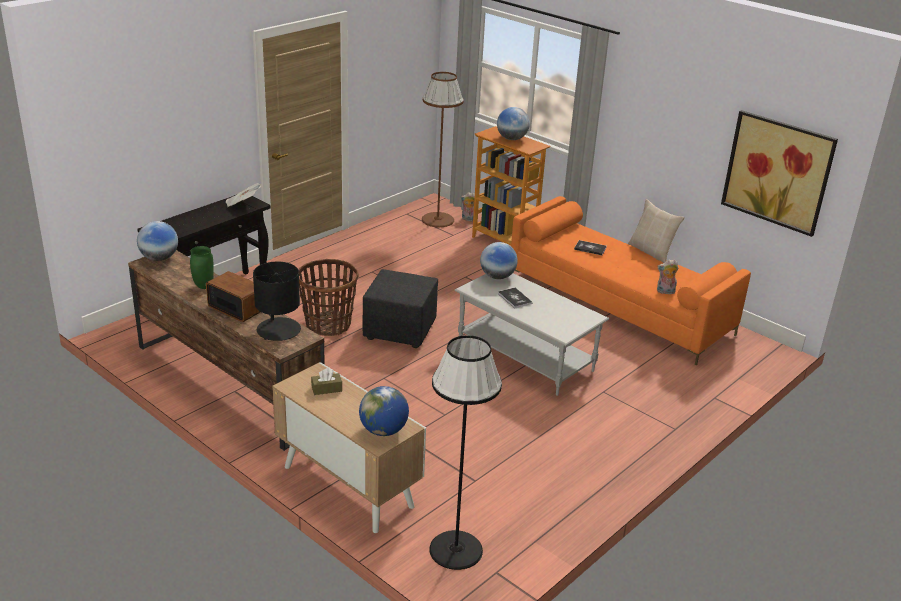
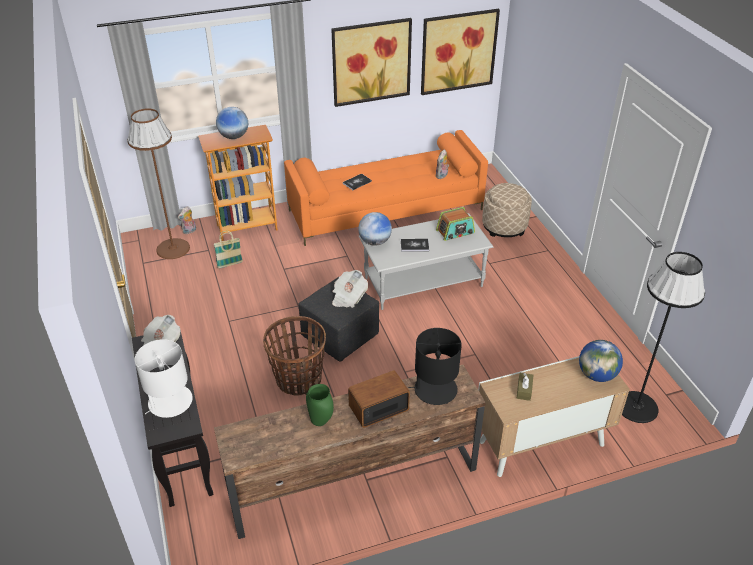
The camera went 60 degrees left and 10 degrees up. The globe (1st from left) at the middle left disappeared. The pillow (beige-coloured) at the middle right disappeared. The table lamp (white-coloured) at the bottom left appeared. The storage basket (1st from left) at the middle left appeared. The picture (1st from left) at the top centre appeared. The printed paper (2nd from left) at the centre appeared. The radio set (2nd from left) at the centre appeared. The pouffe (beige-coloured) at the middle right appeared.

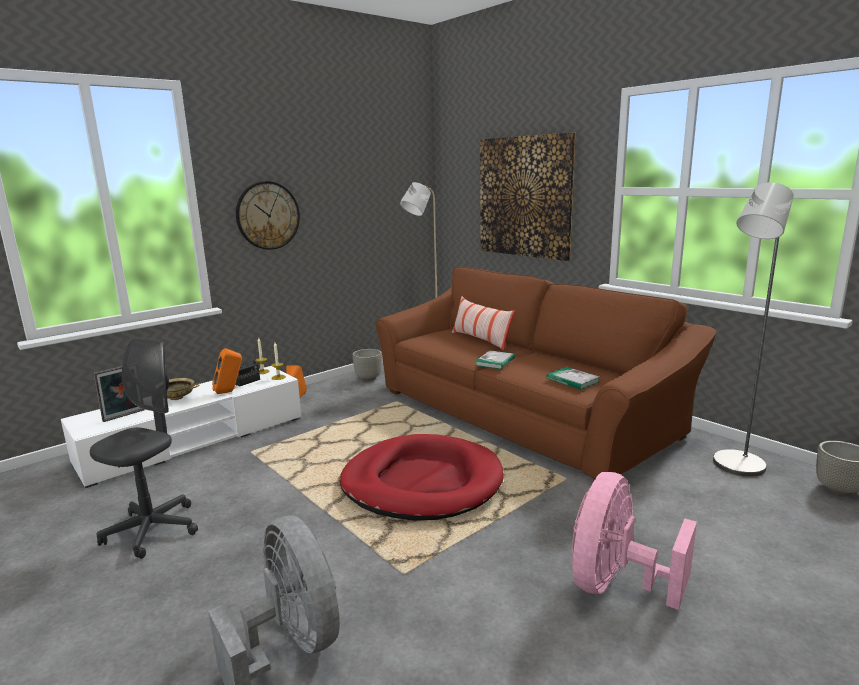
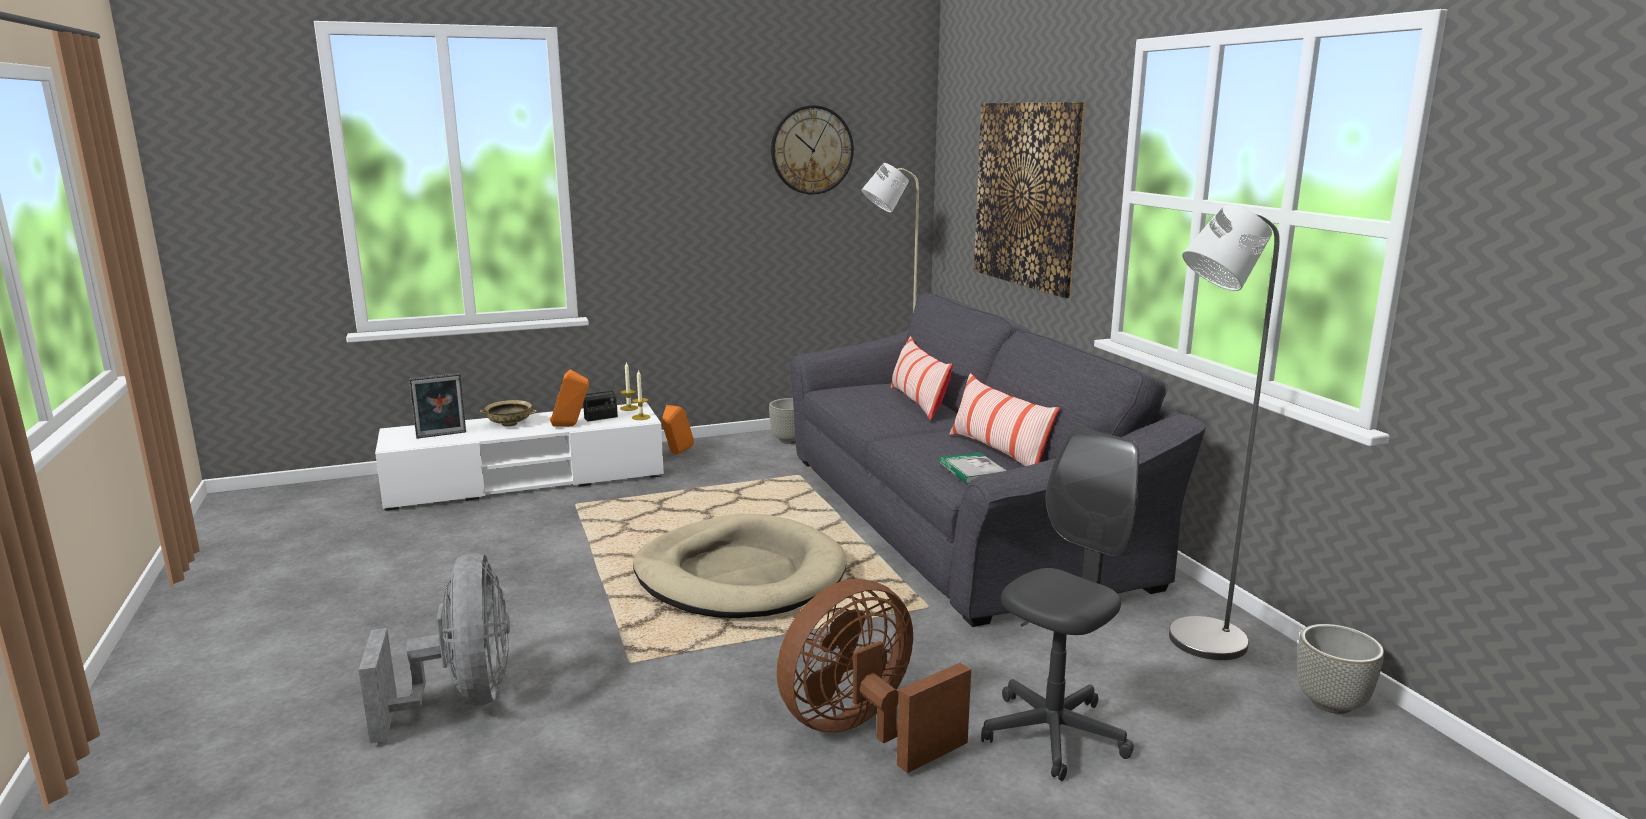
The camera went 20 degrees right and 0 degrees up. The bound book (1st from left) at the centre disappeared. The pillow (2nd from left) at the centre appeared. The desk chair (grey) moved from the middle left to the bottom centre. The hanging clock moved from the top left to the top centre. The pet bed (reddish) at the bottom centre became the pet bed (beige-coloured) at the bottom centre. The settee (brown-coloured) at the centre became the settee (grey) at the centre. The fan (pink) at the bottom right became the fan (brown-coloured) at the bottom centre.

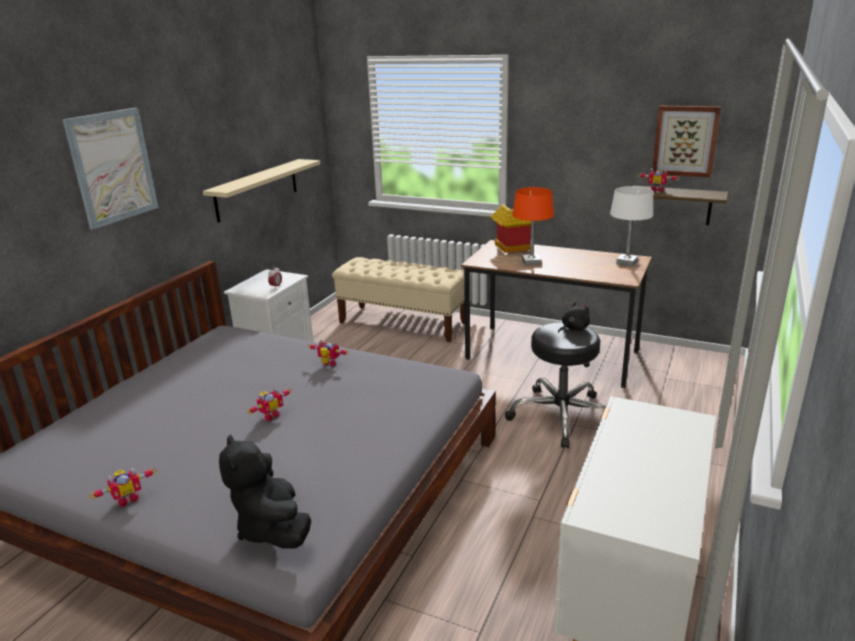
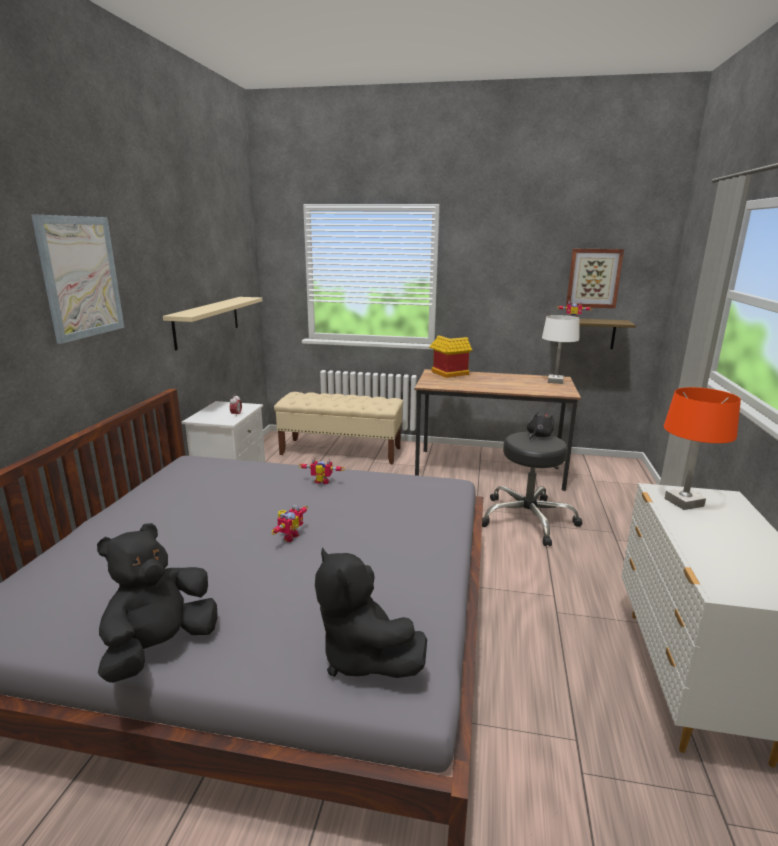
The camera went 15 degrees left and 5 degrees down. The table lamp (orange-coloured) moved from the centre to the middle right. The robot figure (1st from left) at the bottom left was replaced by the cuddly toy (black) (1st from left) at the bottom left.

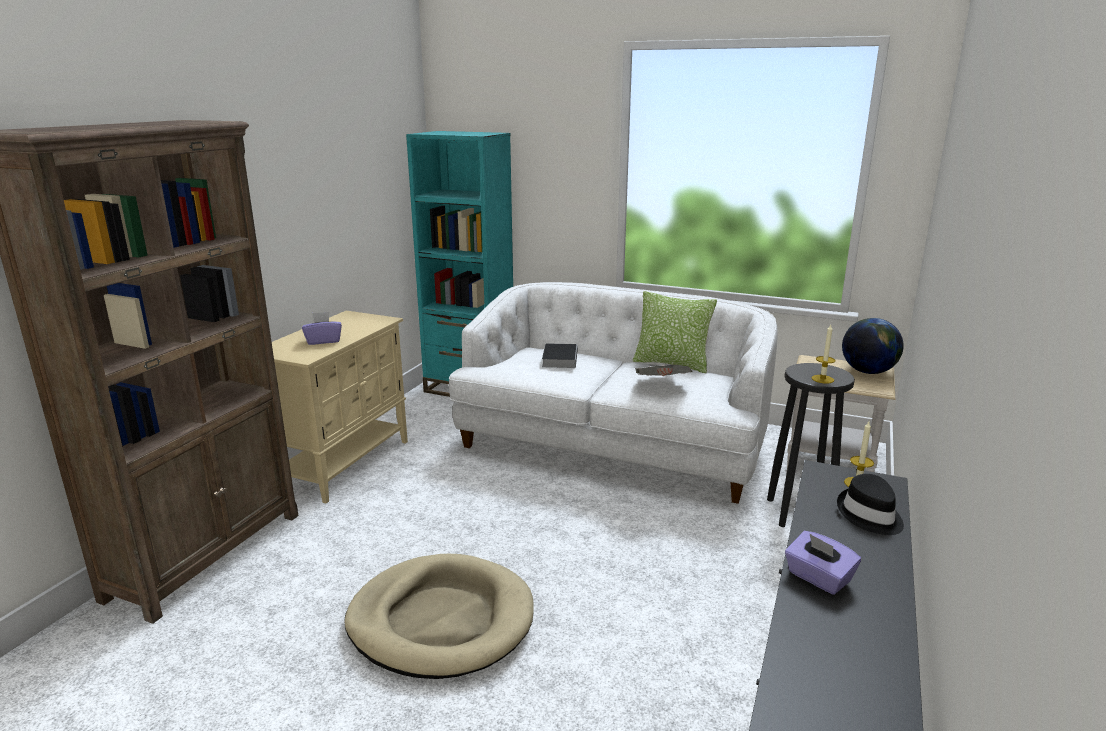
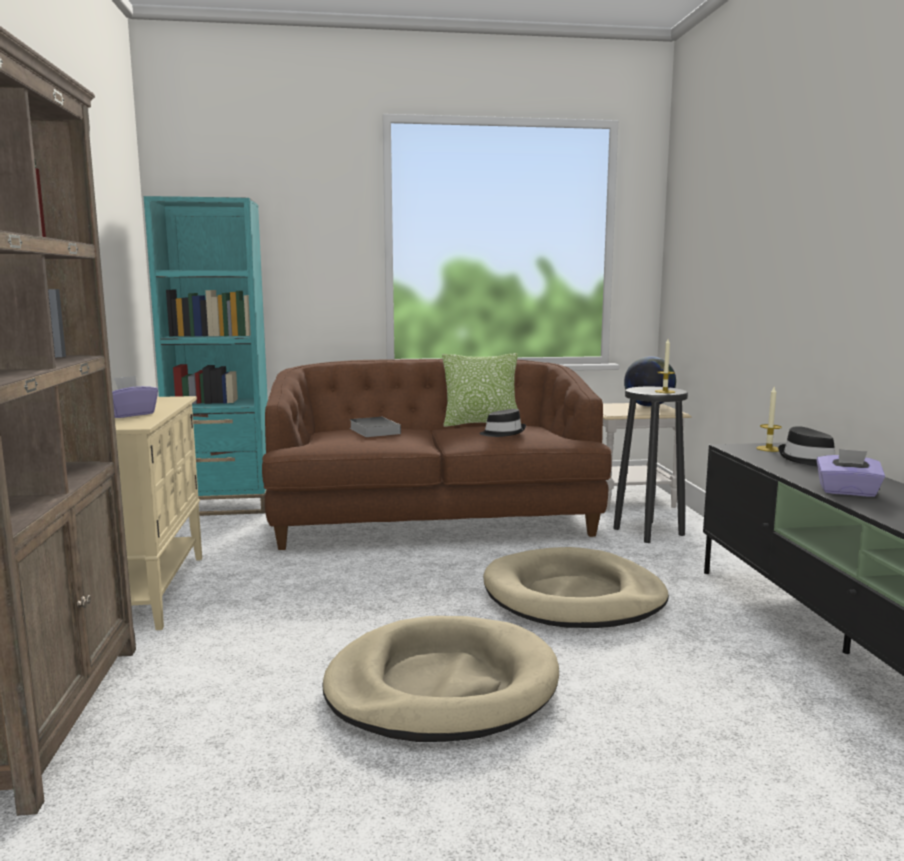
The camera went 30 degrees left and 10 degrees down. The pet bed (beige-coloured) (2nd from left) at the bottom centre appeared. The printed paper at the centre was replaced by the clothing hat (black) (1st from left) at the centre. The settee (white-coloured) at the centre became the settee (brown-coloured) at the centre.

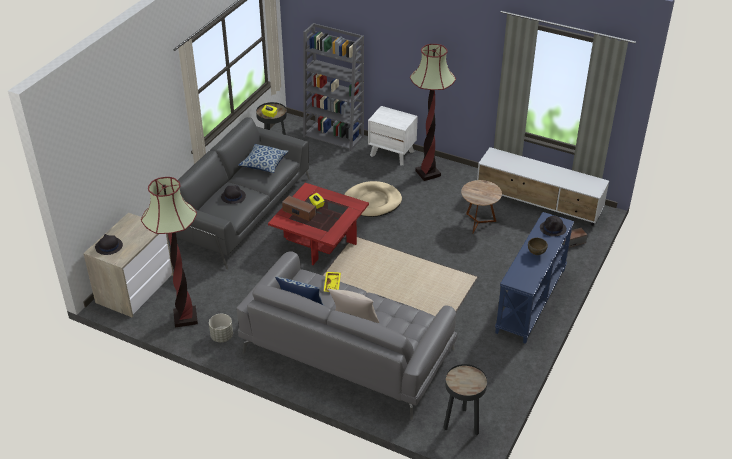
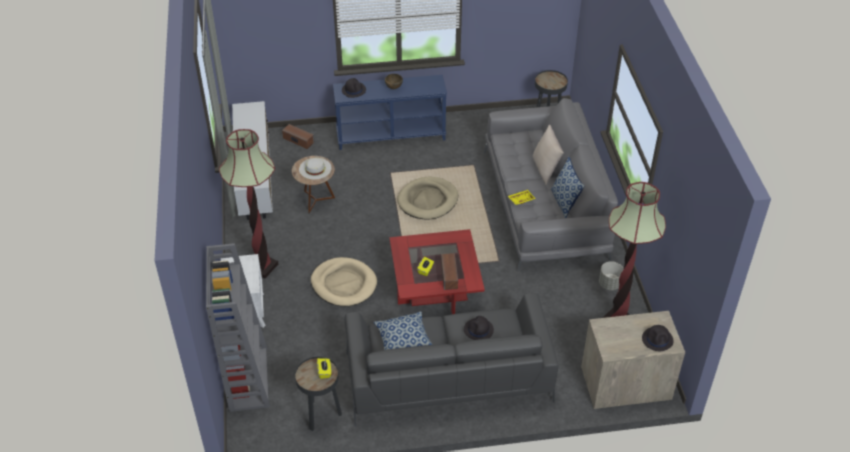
The camera went 125 degrees left and 5 degrees up. The clothing hat (white-coloured) at the centre appeared. The pet bed (beige-coloured) (2nd from left) at the centre appeared.

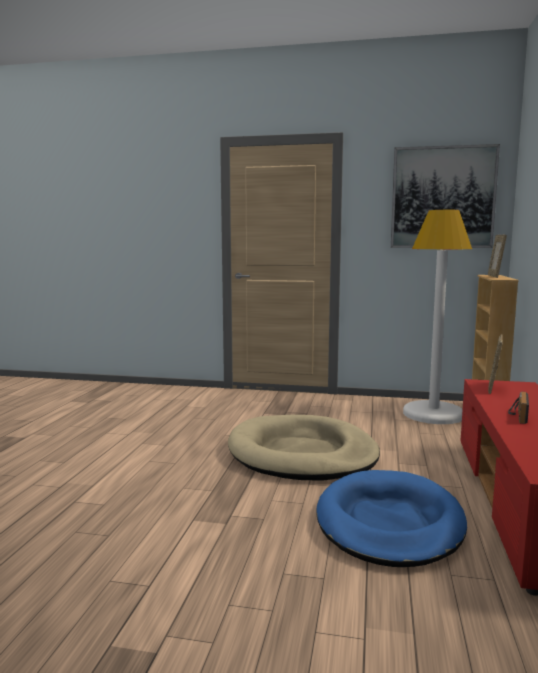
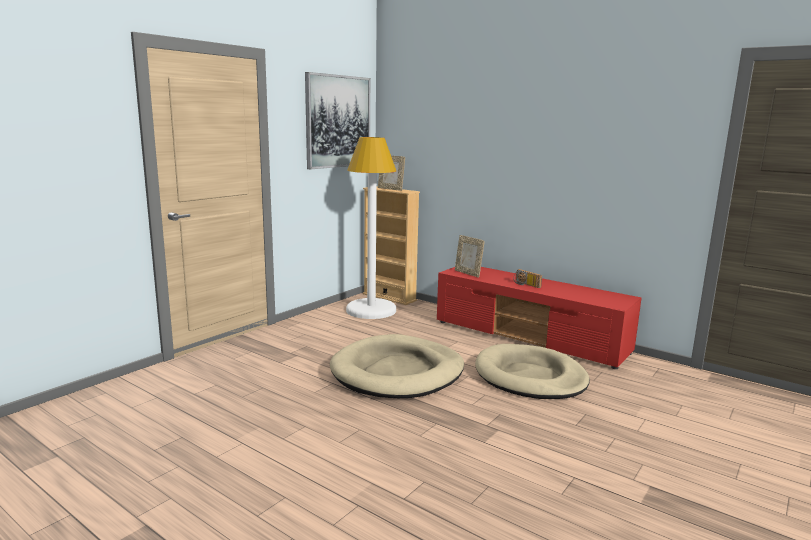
The camera went 65 degrees left and 5 degrees up. The pet bed (blue-coloured) at the bottom right became the pet bed (beige-coloured) (2nd from left) at the bottom centre.

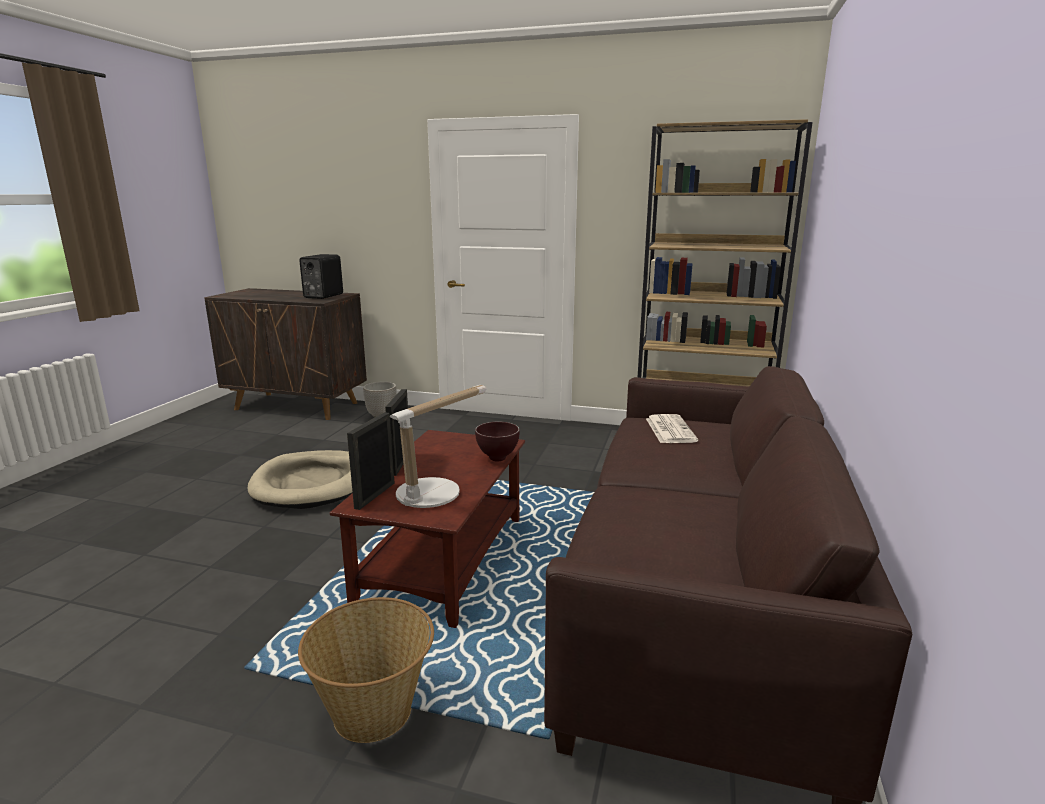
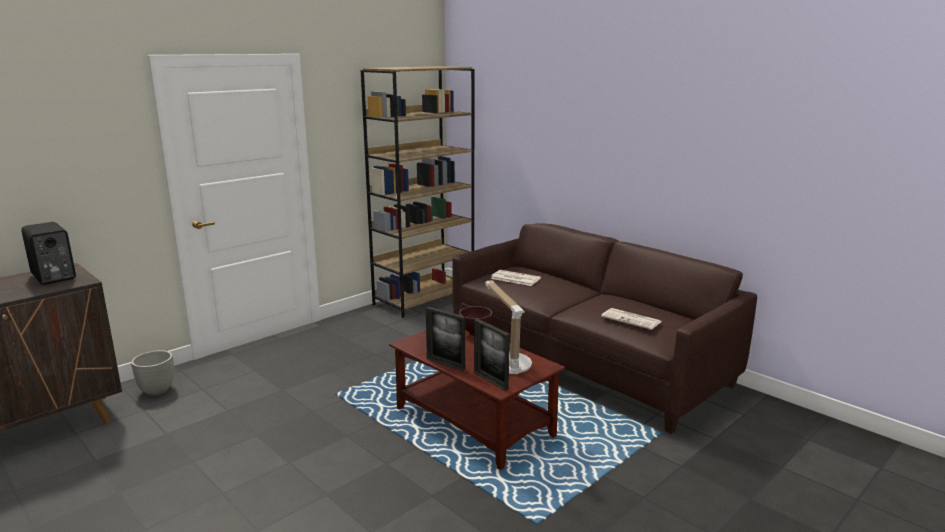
The camera went 60 degrees left and 0 degrees up. The pet bed (beige-coloured) at the middle left disappeared. The storage basket at the bottom centre disappeared. The printed paper (2nd from left) at the middle right appeared.

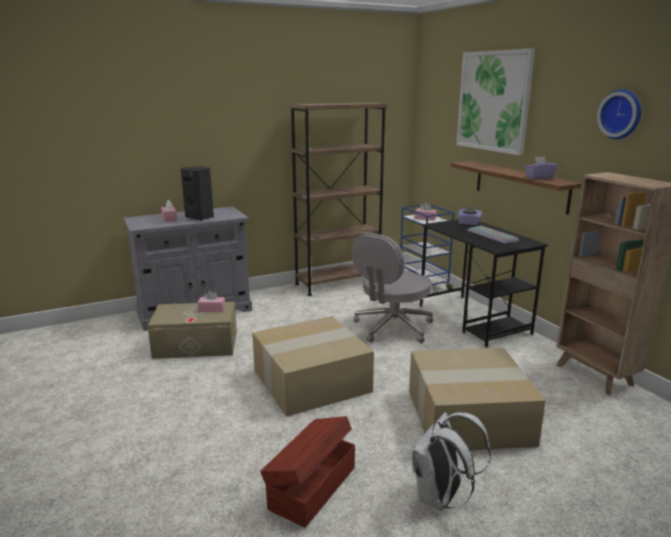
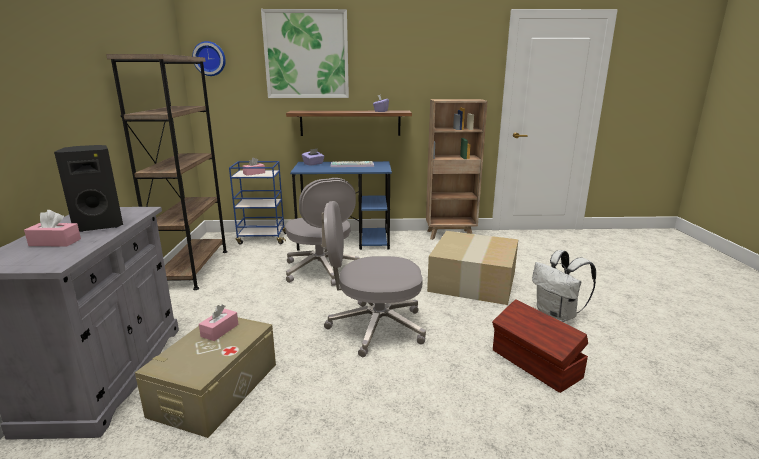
The camera went 65 degrees left and 0 degrees up. The hanging clock moved from the top right to the top left. The cardboard box (1st from left) at the bottom centre was replaced by the desk chair (grey) (2nd from left) at the centre. The desk table (black) at the middle right became the desk table (blue-coloured) at the centre.

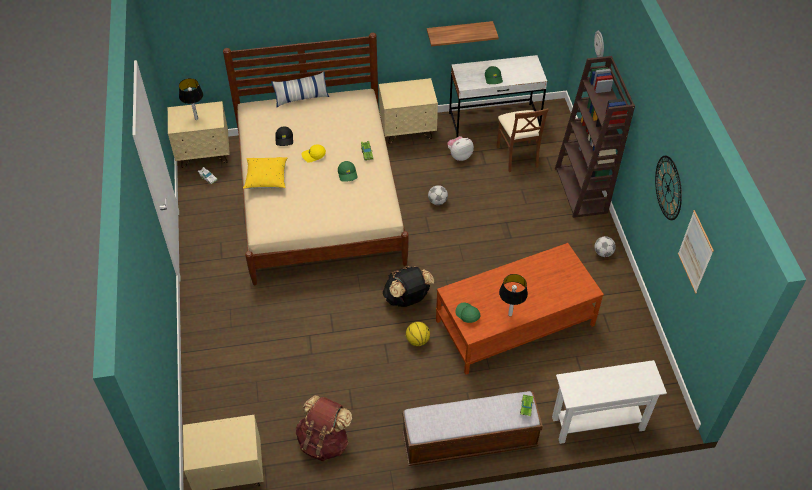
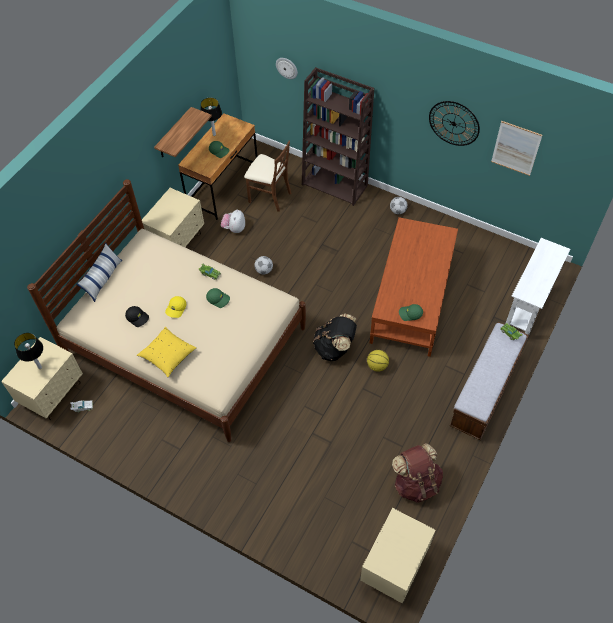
The camera went 50 degrees left and 5 degrees up. The table lamp (2nd from left) moved from the centre to the top centre. The desk table (white-coloured) at the top centre became the desk table (brown-coloured) at the top centre.

